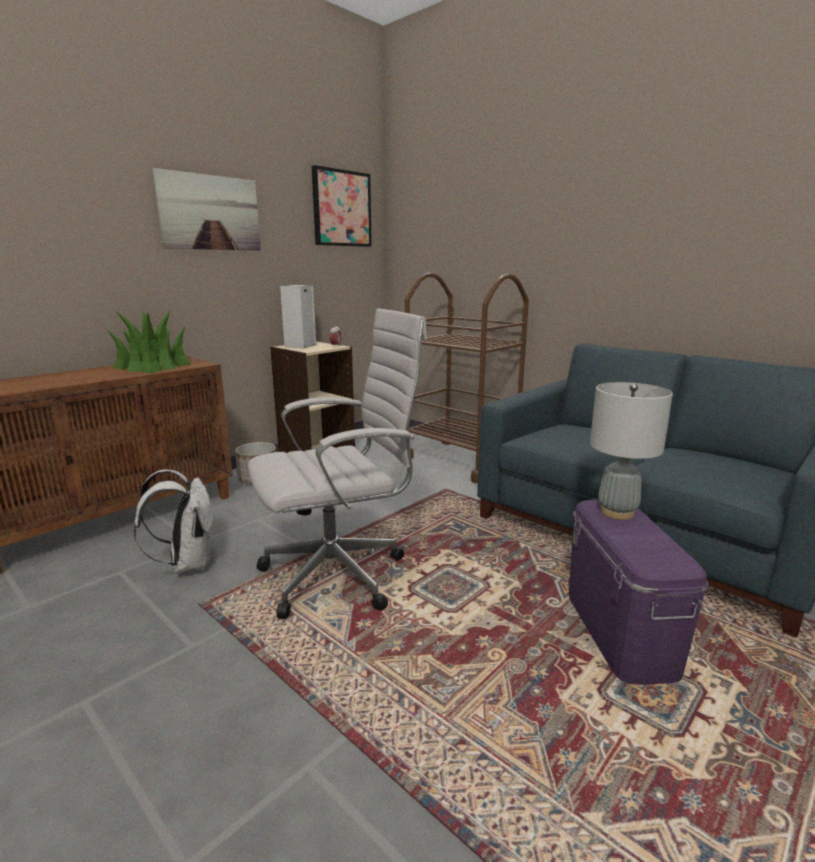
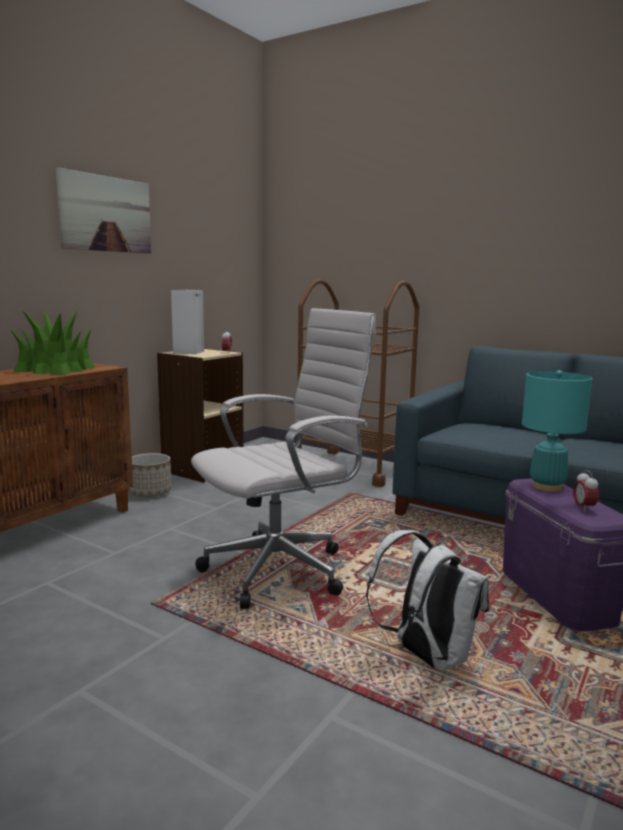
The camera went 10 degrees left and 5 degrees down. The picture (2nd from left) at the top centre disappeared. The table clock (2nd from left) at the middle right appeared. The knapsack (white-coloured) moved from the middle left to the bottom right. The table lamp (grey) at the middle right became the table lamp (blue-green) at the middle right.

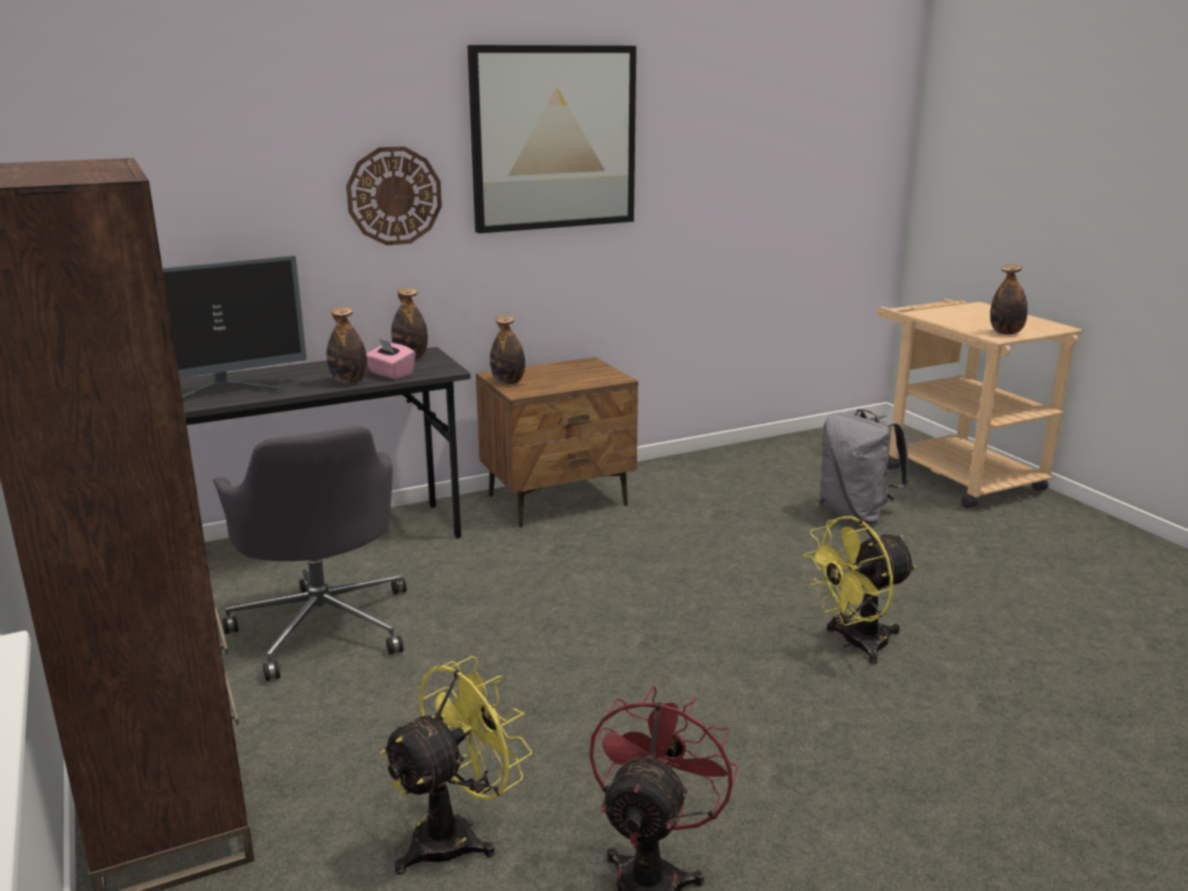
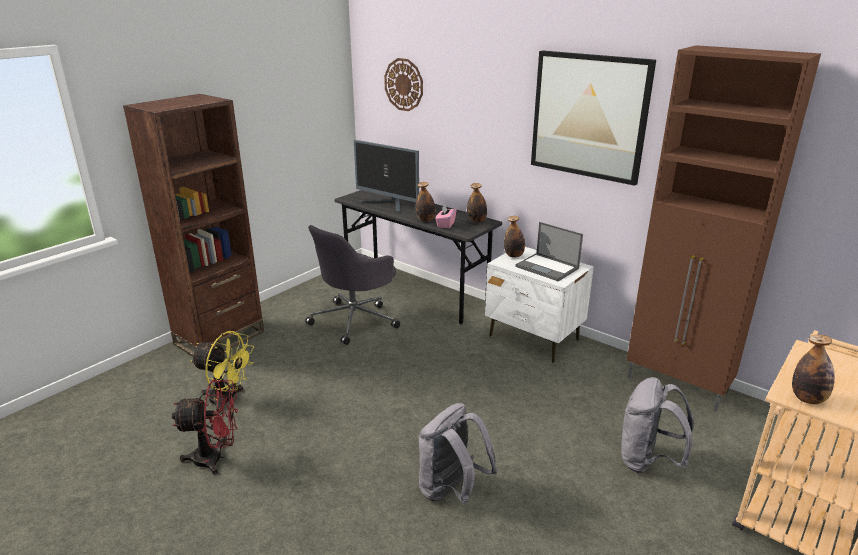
The camera went 65 degrees right and 5 degrees up. The notebook computer at the centre appeared. The storage cabinet (brown-coloured) at the middle right appeared. The hanging clock moved from the top left to the top centre. The fan (yellow) (2nd from left) at the middle right was replaced by the knapsack (grey) (1st from left) at the bottom centre. The bedside table (brown-coloured) at the centre became the bedside table (white-coloured) at the centre.

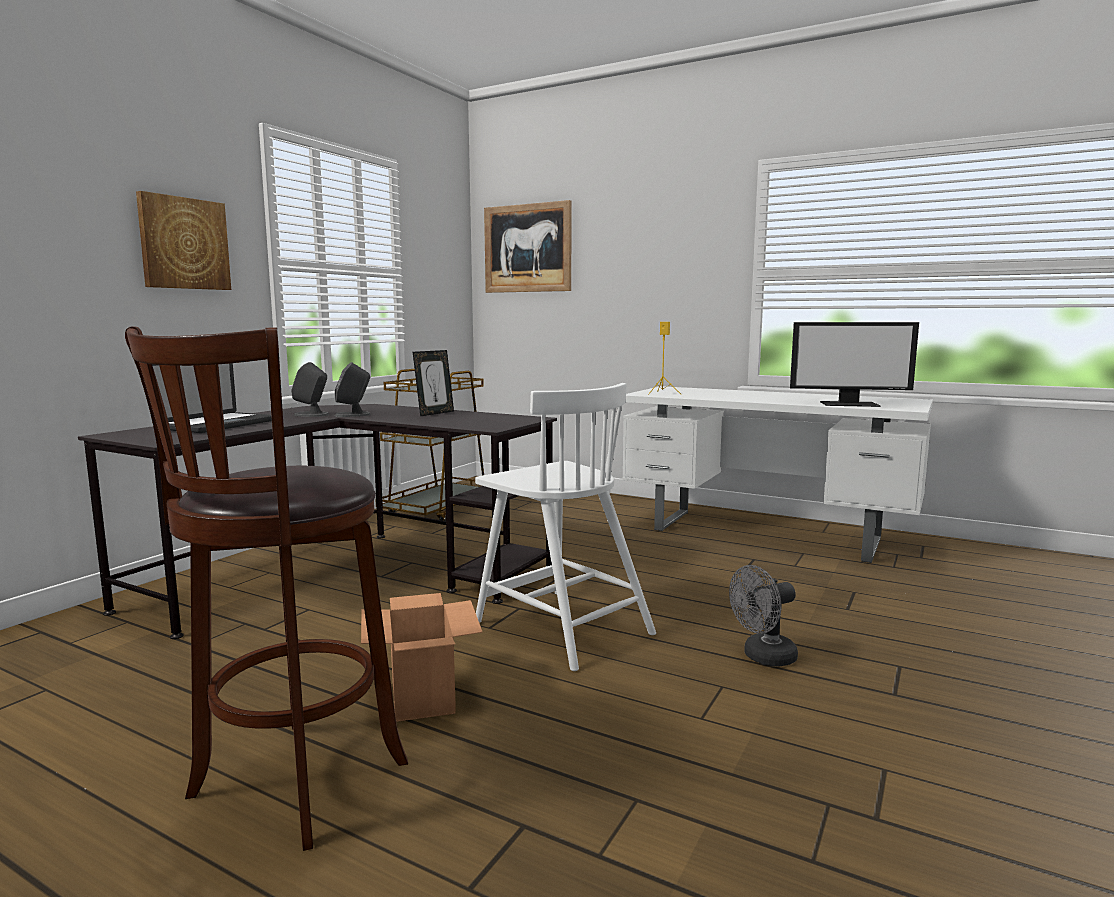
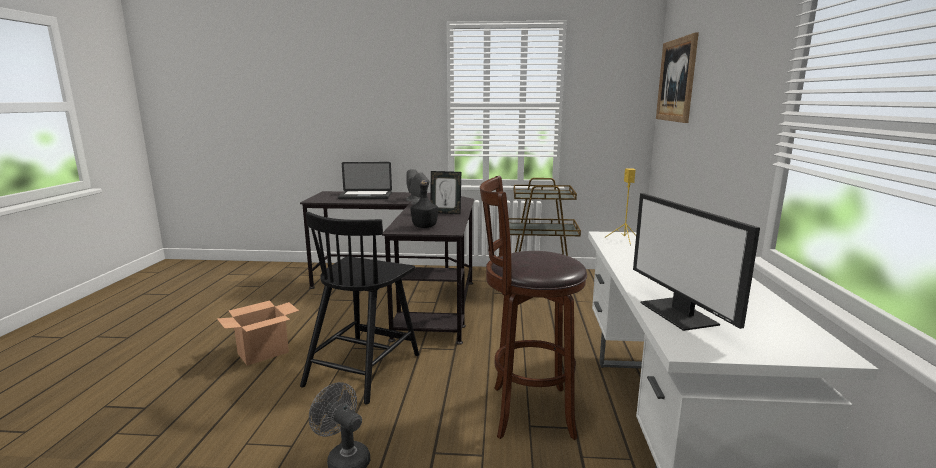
The camera went 65 degrees right and 5 degrees up. The picture (1st from left) at the top left disappeared. The bottle (black) at the centre appeared. The stool seat (brown-coloured) moved from the middle left to the centre. The chair (white-coloured) at the centre became the chair (black) at the centre.

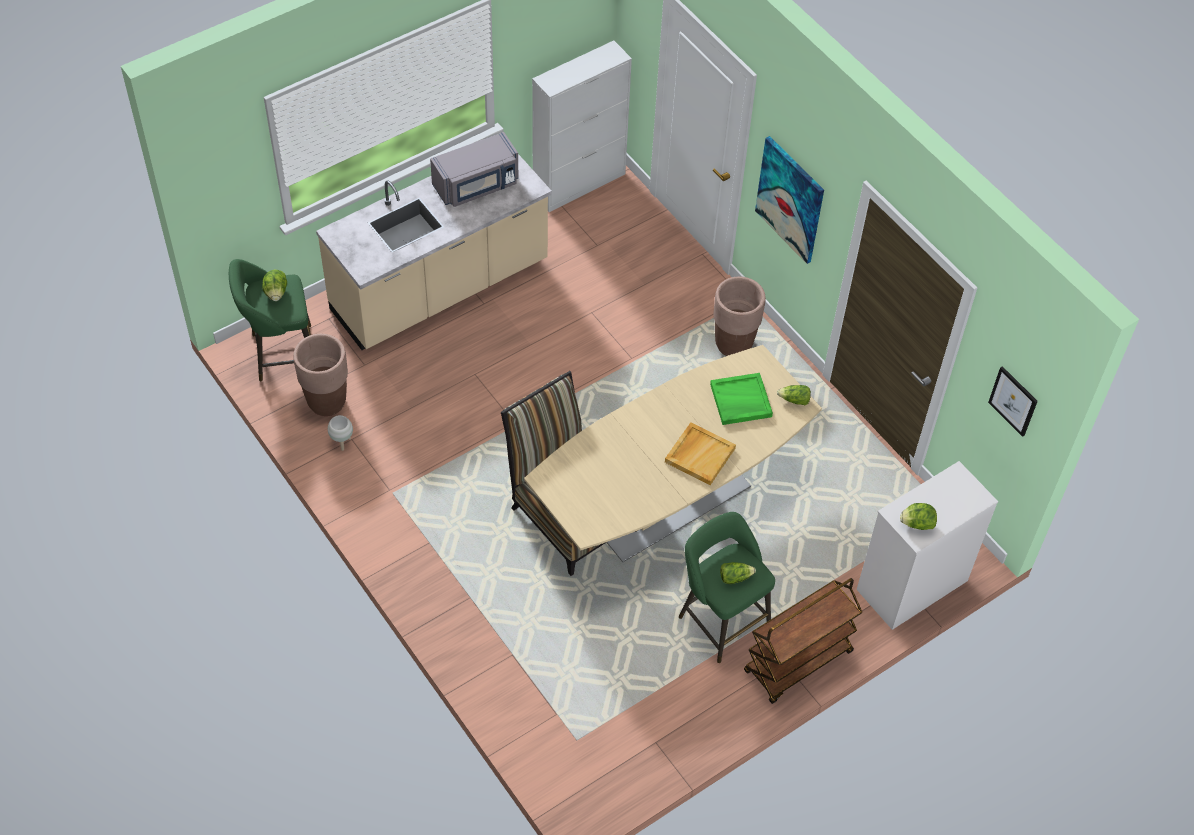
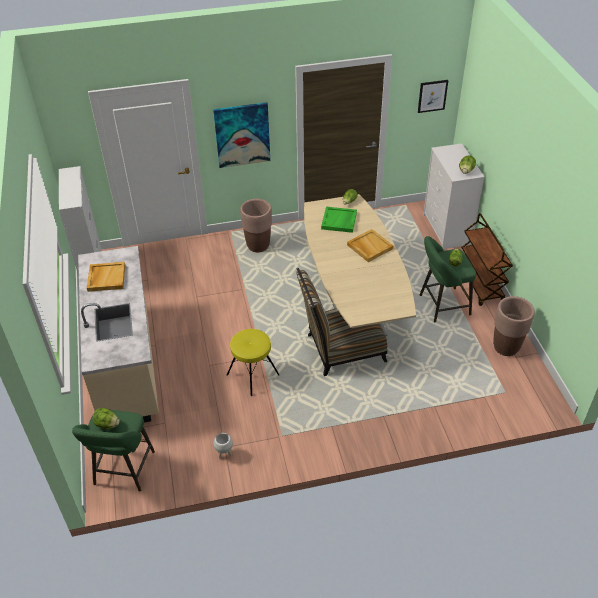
The camera went 65 degrees left and 10 degrees down. The stool seat (yellow) at the centre appeared. The flower pot (brown-coloured) (1st from left in the first image) moved from the middle left to the middle right. The kitchen microwave (grey) at the top centre was replaced by the serving tray (beige-coloured) (1st from left) at the middle left.

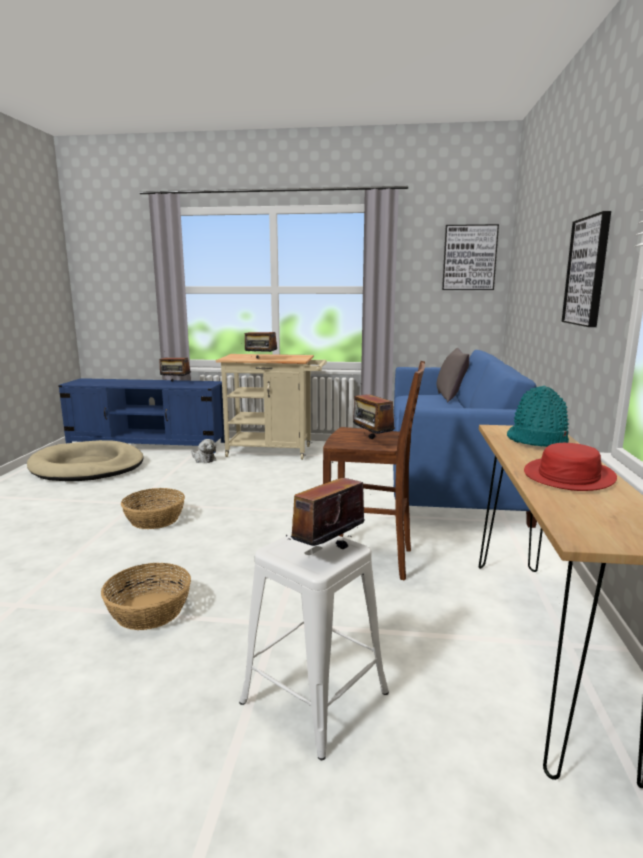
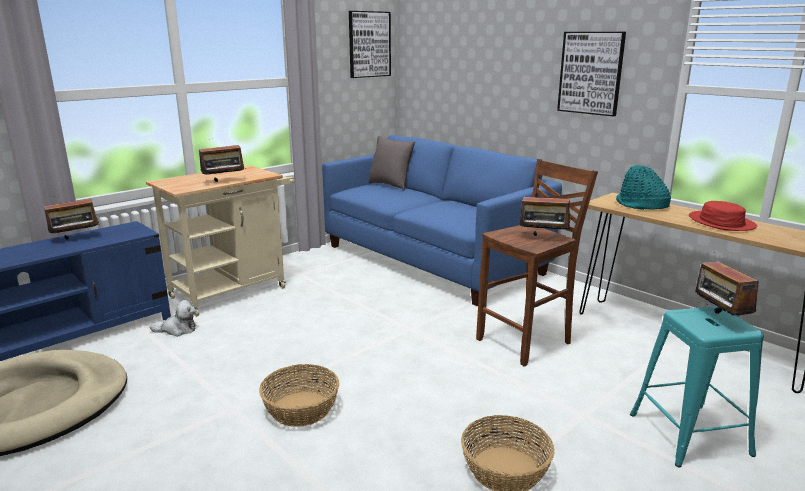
The camera went 50 degrees left and 5 degrees up. The stool seat (white-coloured) at the bottom centre became the stool seat (blue-green) at the bottom right.

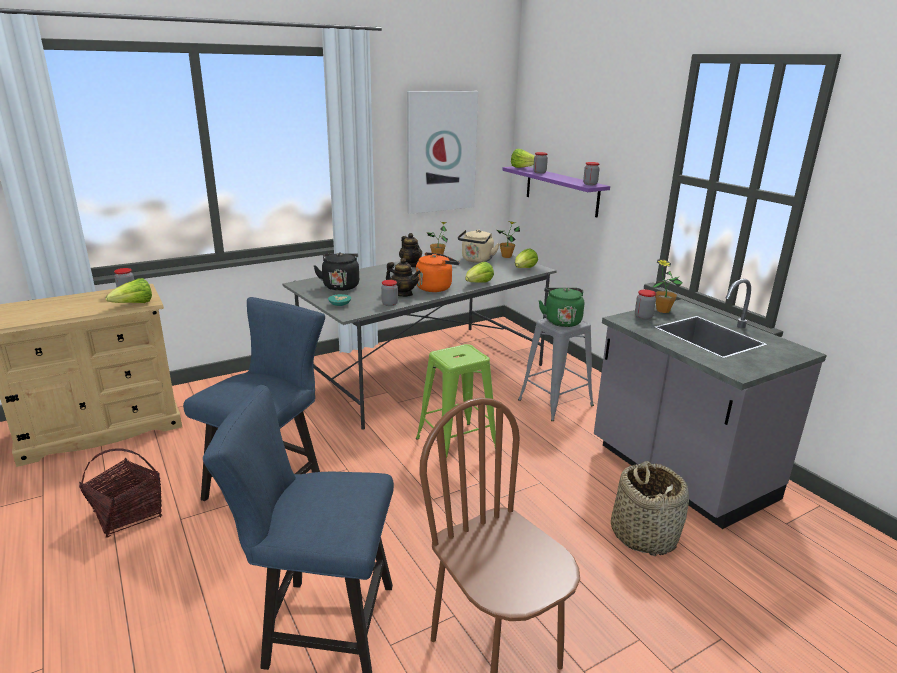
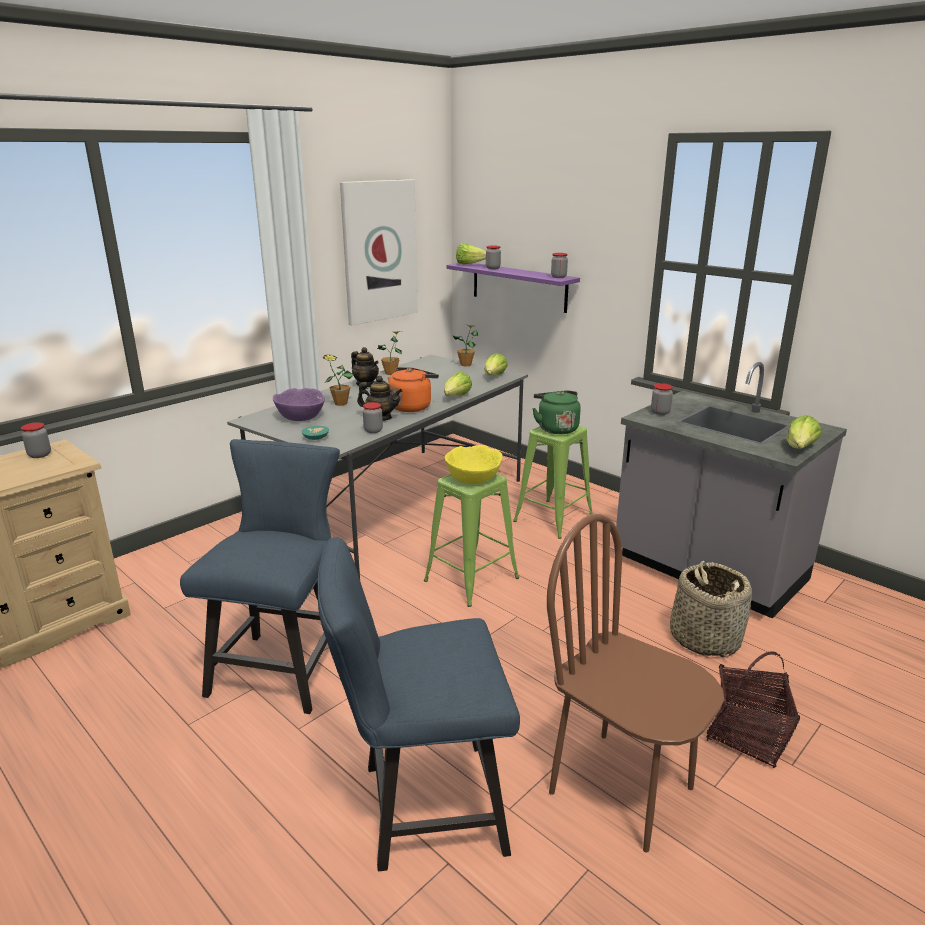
The camera went 15 degrees left and 0 degrees up. The kettle (beige-coloured) at the centre disappeared. The bowl (yellow) at the centre appeared. The storage basket (1st from left in the first image) moved from the bottom left to the bottom right. The head of lettuce (1st from left in the first image) moved from the middle left to the middle right. The houseplant (3rd from left in the first image) moved from the middle right to the centre. The kettle (black) at the centre was replaced by the bowl (purple) at the middle left. The stool seat (grey) at the centre became the stool seat (green) (2nd from left) at the centre.

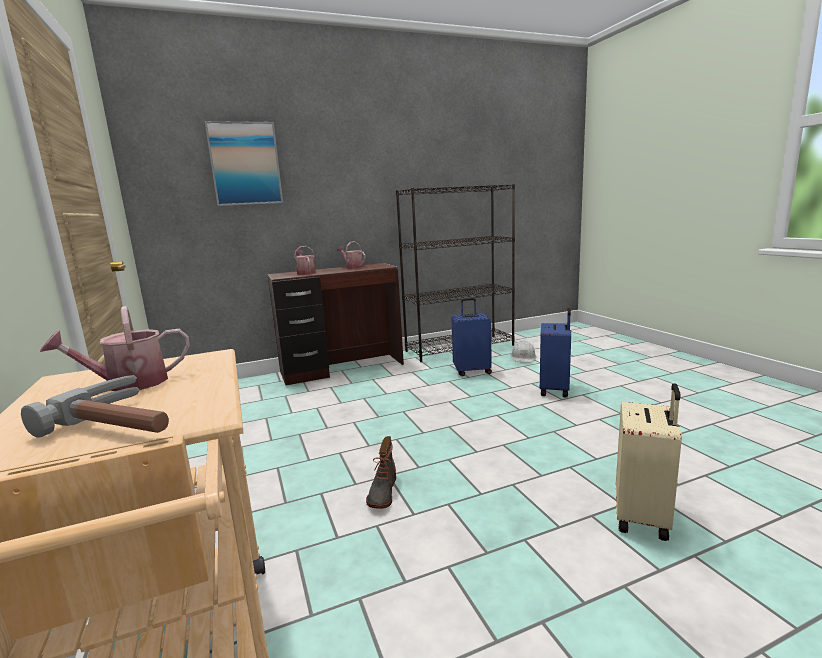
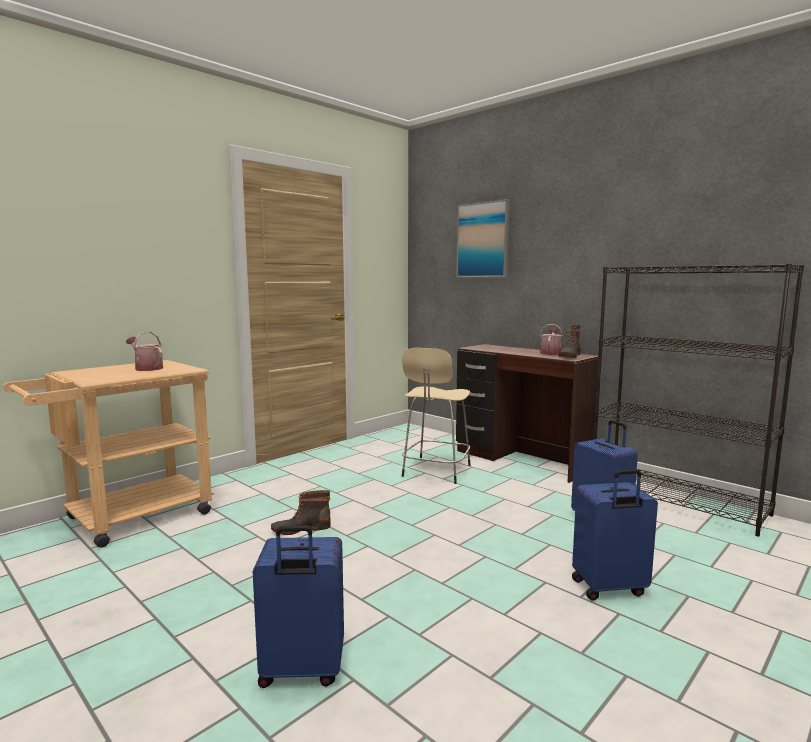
The camera went 65 degrees right and 5 degrees down. The tool hammer at the middle left disappeared. The watering can (2nd from left) at the centre disappeared. The hard hat (white-coloured) at the centre disappeared. The stool seat (beige-coloured) at the centre appeared. The boot (2nd from left) at the middle right appeared. The suitcase (beige-coloured) at the bottom right became the suitcase (blue-coloured) (1st from left) at the bottom centre.

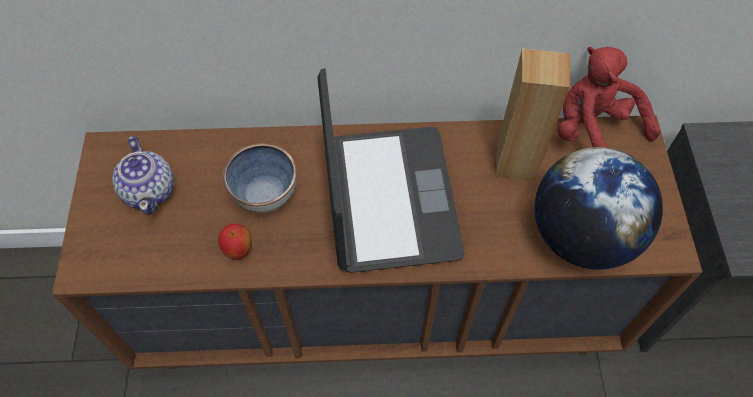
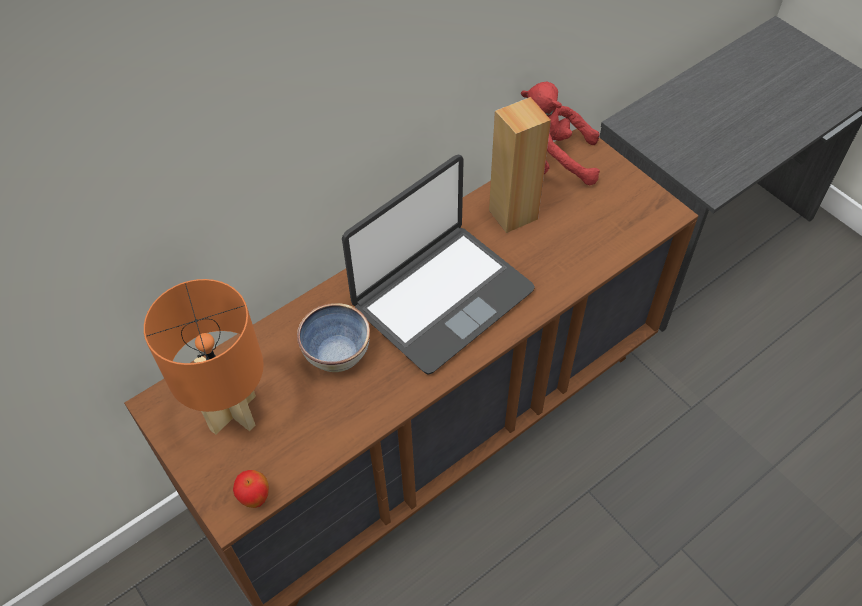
The camera went 35 degrees left and 5 degrees down. The globe at the middle right disappeared. The apple moved from the middle left to the bottom left. The pot for tea at the middle left was replaced by the table lamp (orange-coloured) at the middle left. The notebook computer at the centre turned 90 degrees clockwise.

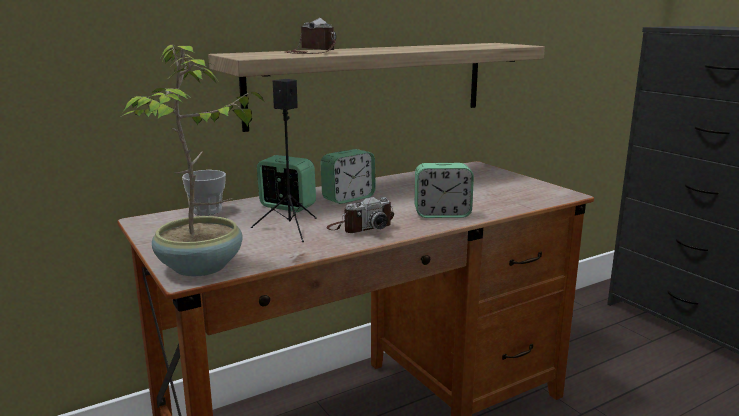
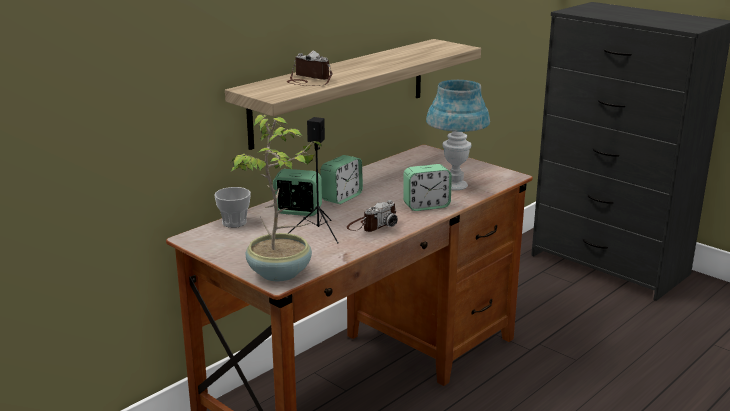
The camera went 15 degrees left and 5 degrees up. The table lamp (blue-coloured) at the top centre appeared.

